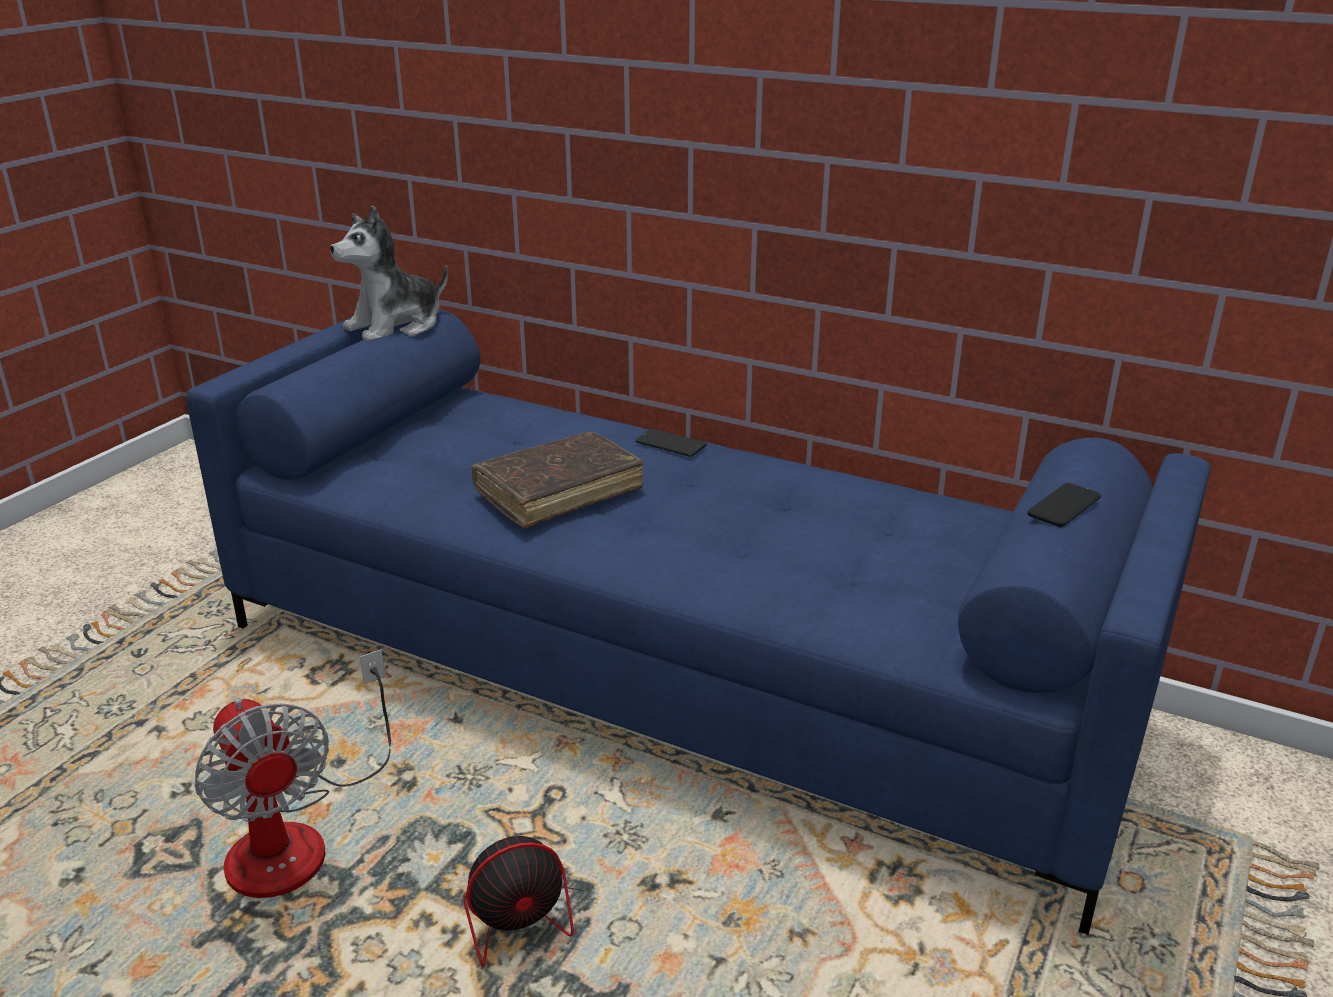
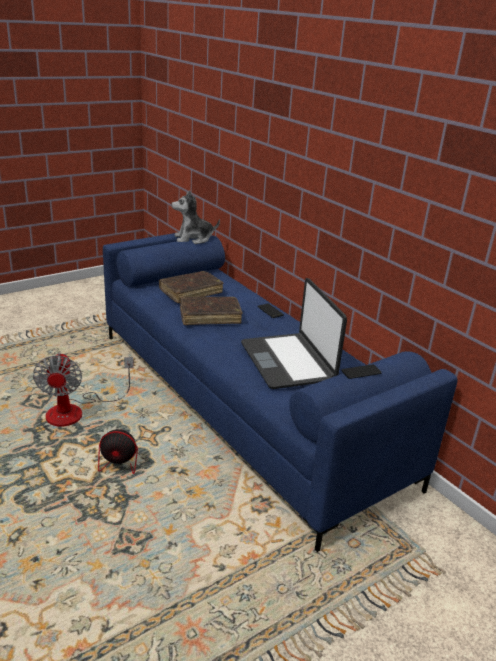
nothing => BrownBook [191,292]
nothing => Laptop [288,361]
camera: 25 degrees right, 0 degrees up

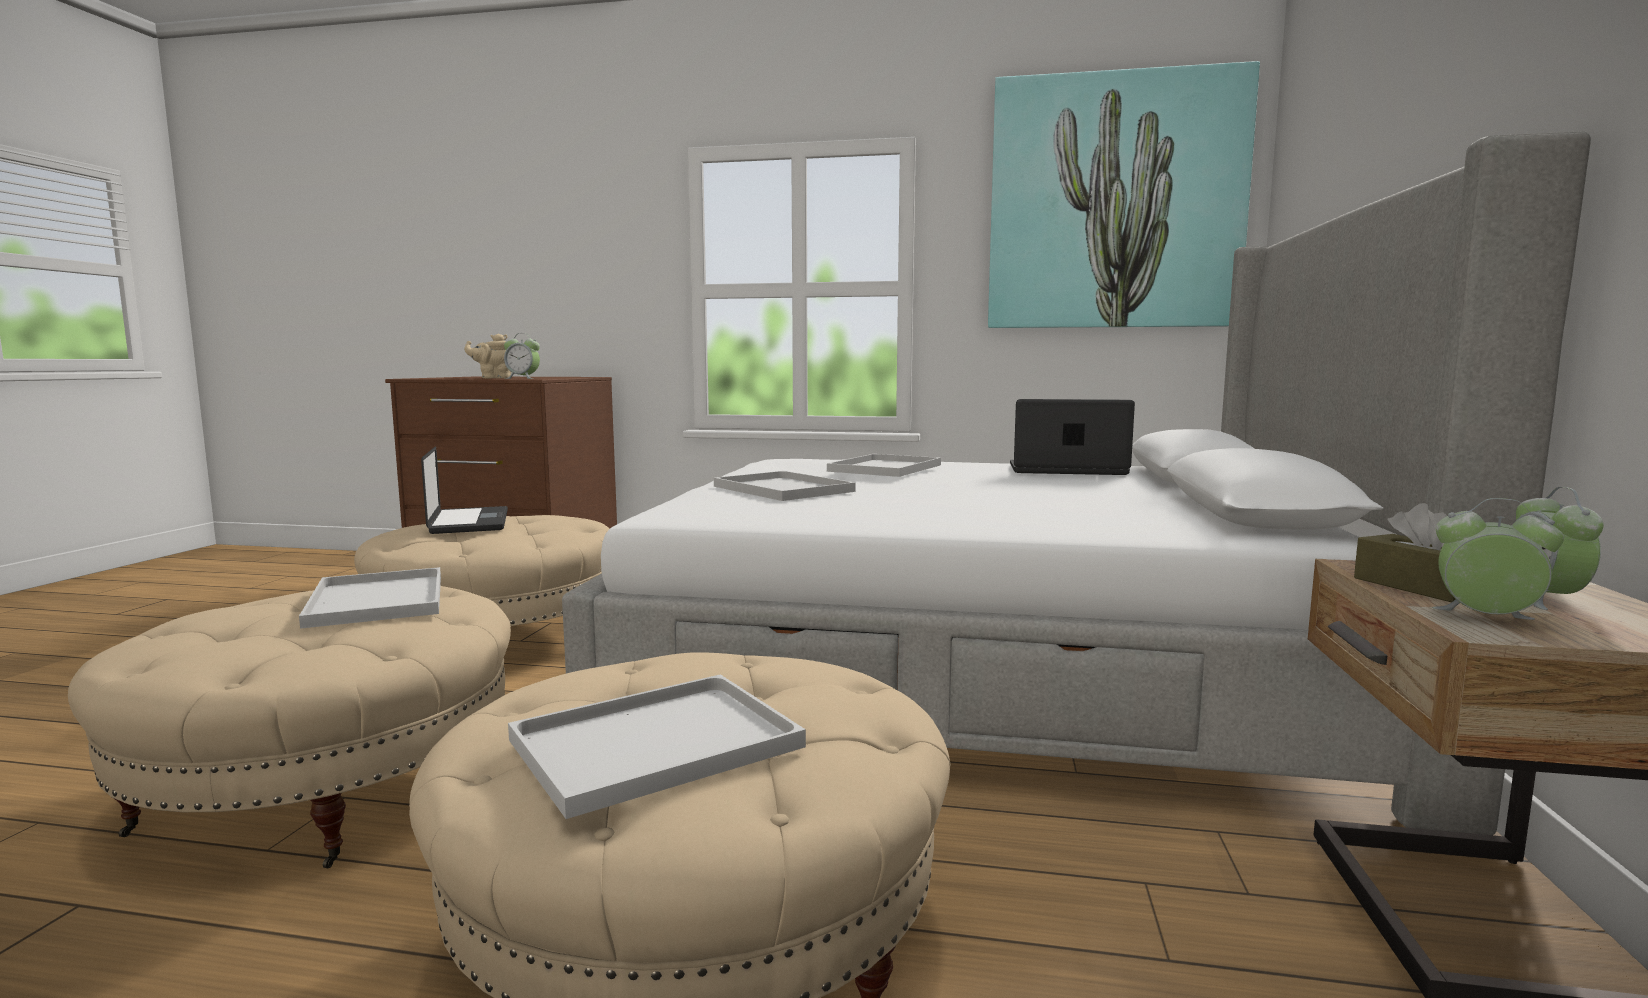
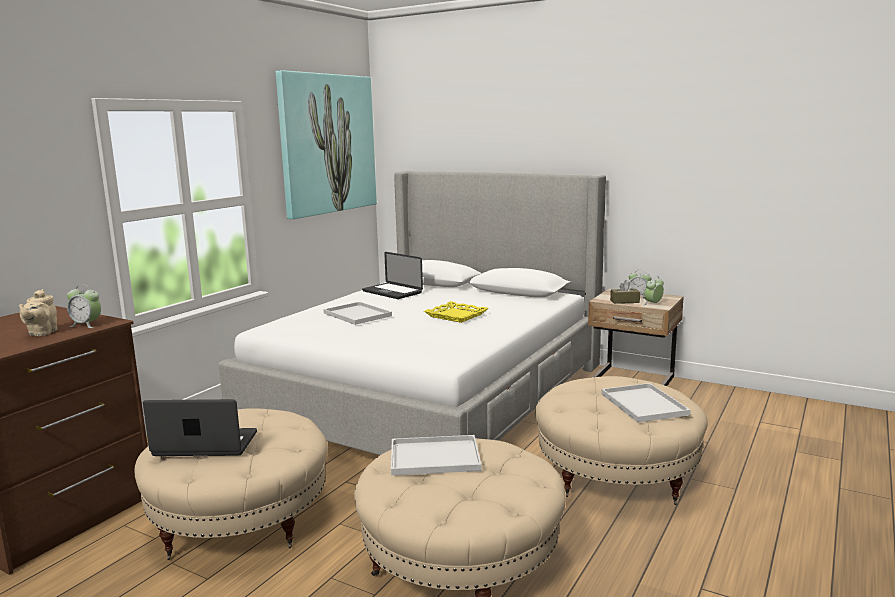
AlarmClock [523,378] => AlarmClock [86,325], 75 degrees clockwise
Laptop [1067,470] => Laptop [392,292], 75 degrees counterclockwise
WhiteTray [785,489] => nothing
nothing => YellowTray [456,315]
camera: 70 degrees left, 5 degrees up

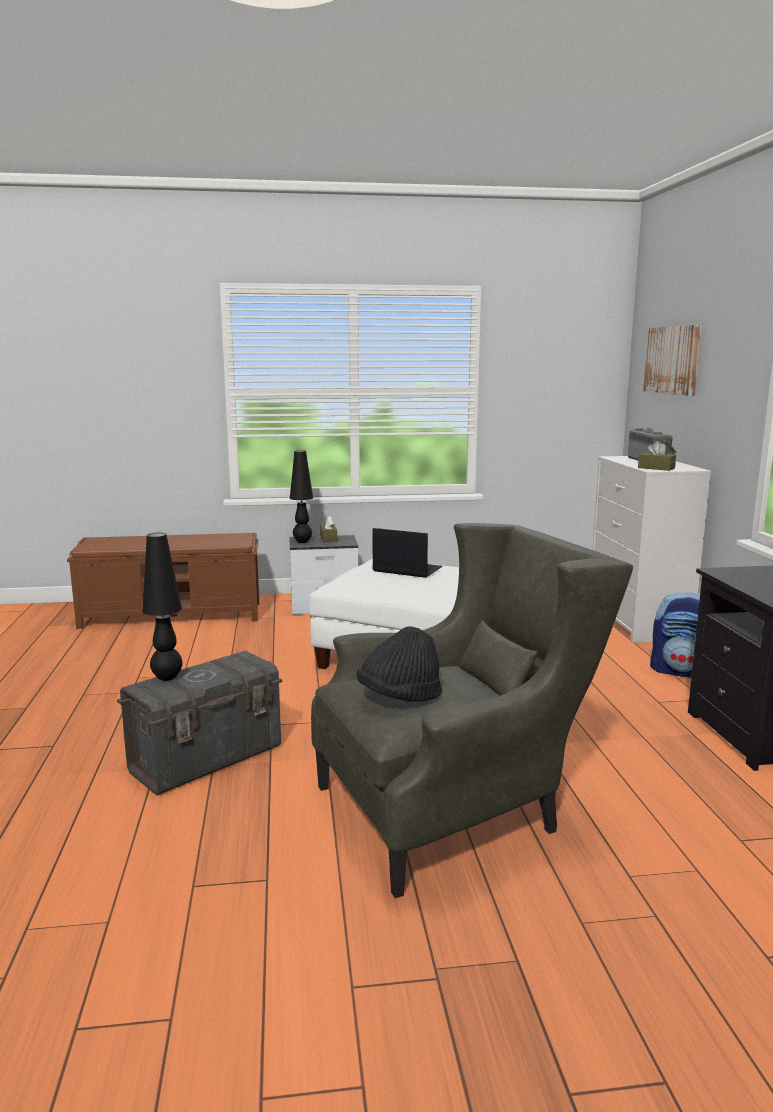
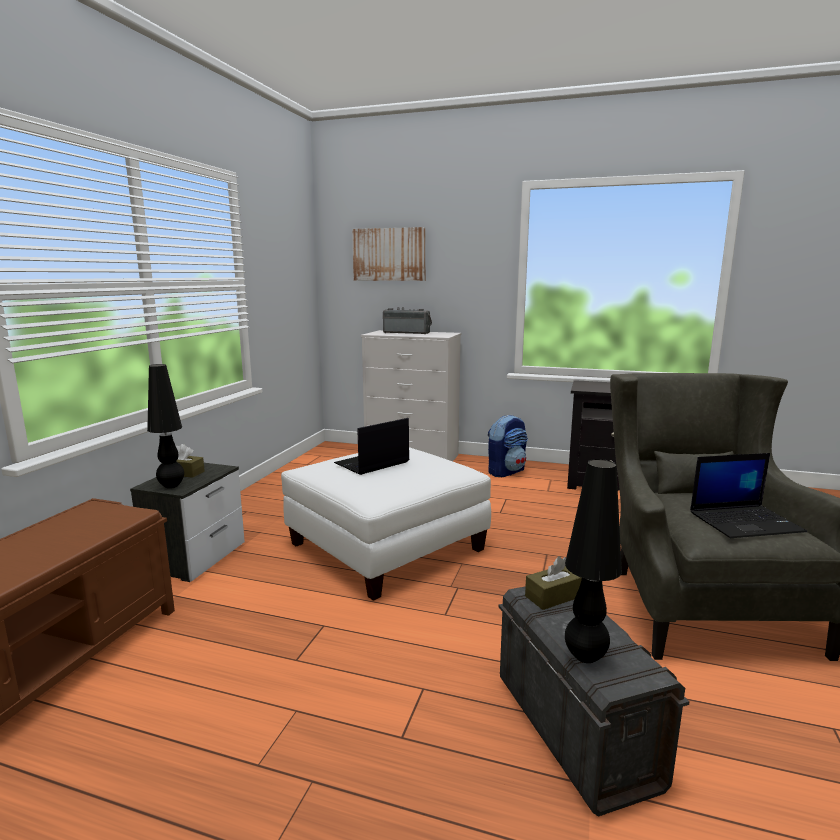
BrownTissueBox [656,468] => BrownTissueBox [554,596], moved
BlackHat [399,697] => Laptop [745,522]
camera: 65 degrees left, 0 degrees up

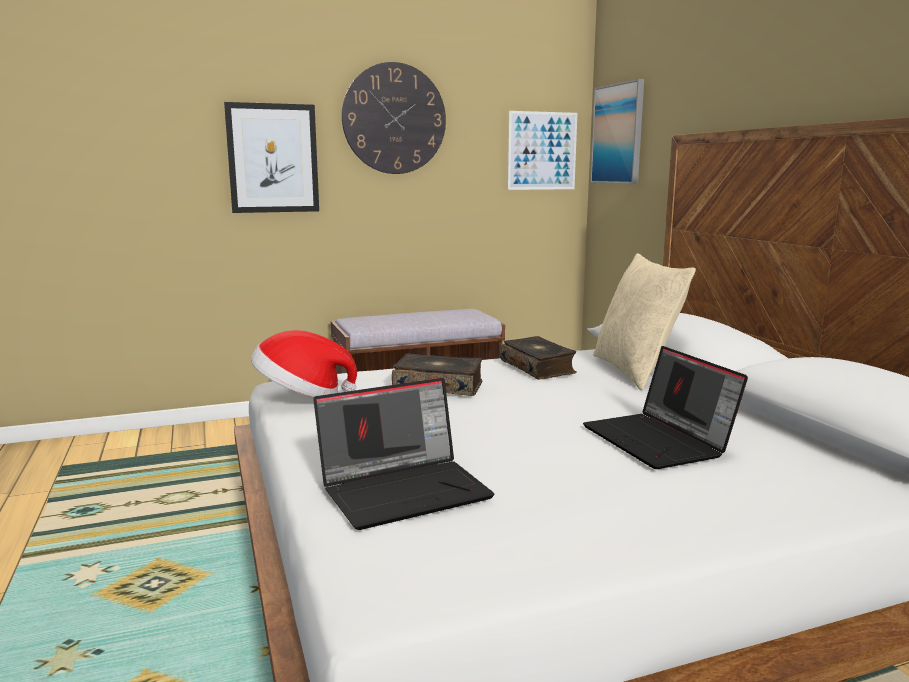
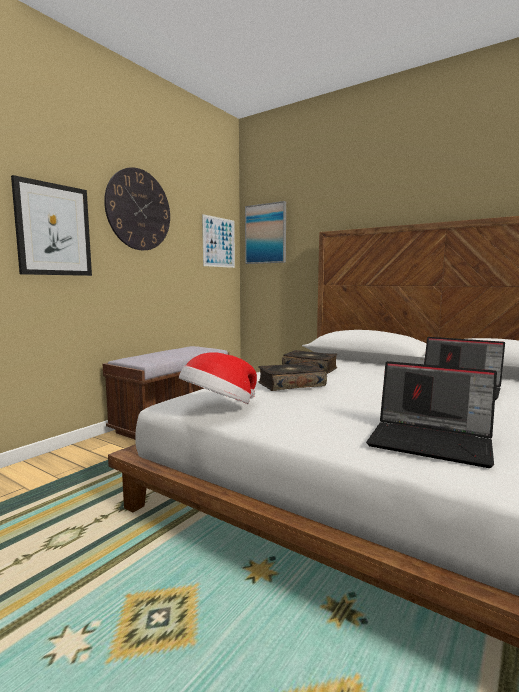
BeigePillow [635,371] => nothing
Laptop [405,490] => Laptop [432,441], 90 degrees clockwise
camera: 35 degrees left, 5 degrees down

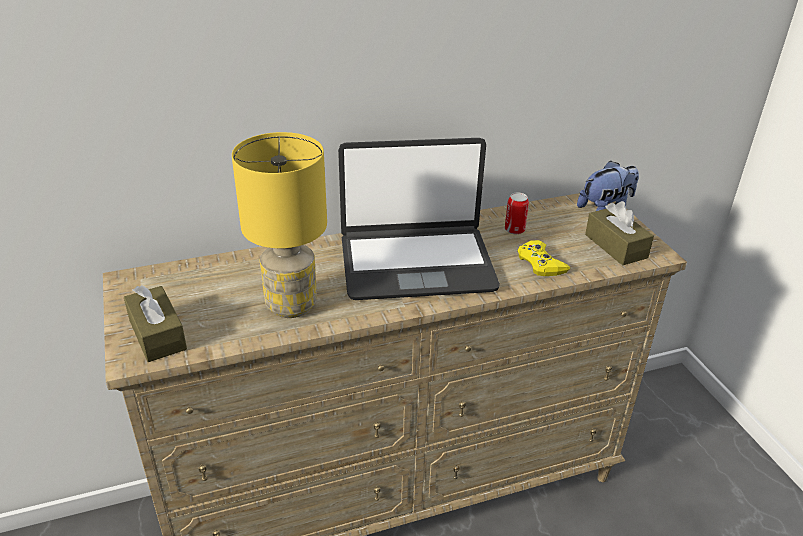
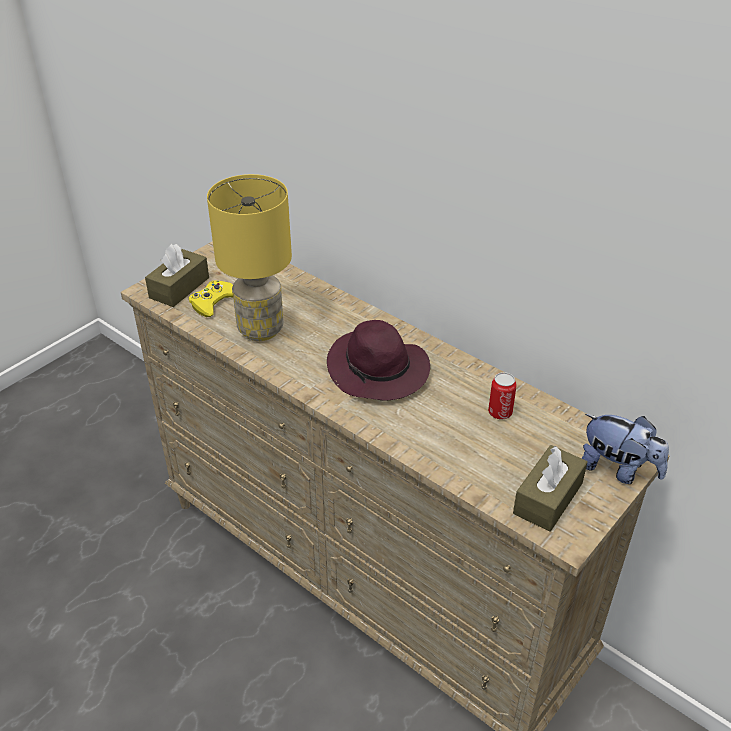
Laptop [416,263] => PurpleHat [379,370]
YellowGameController [540,263] => YellowGameController [213,302], moved
camera: 60 degrees right, 5 degrees up

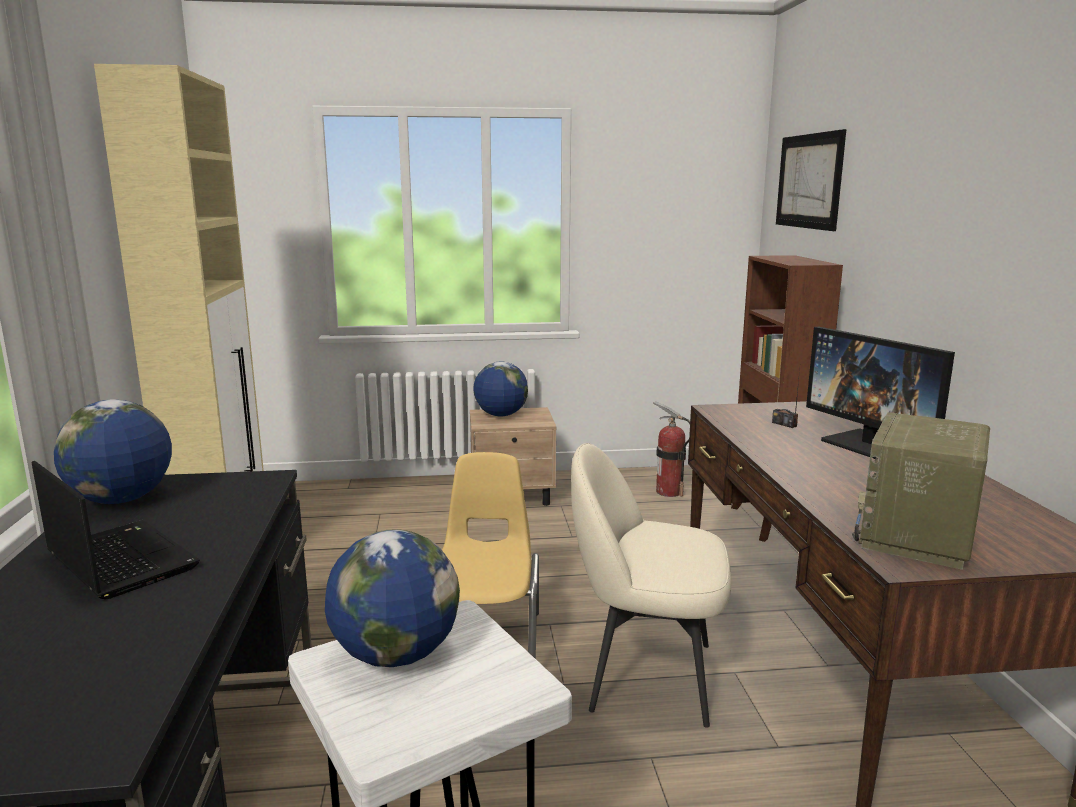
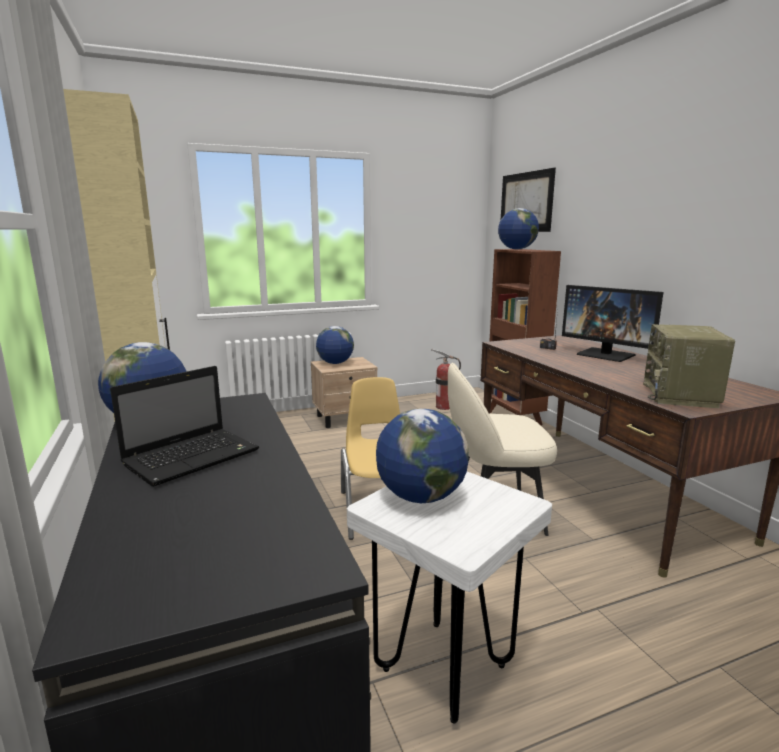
Laptop [119,560] => Laptop [194,457], 105 degrees clockwise
nothing => Globe [516,249]
camera: 15 degrees left, 0 degrees up

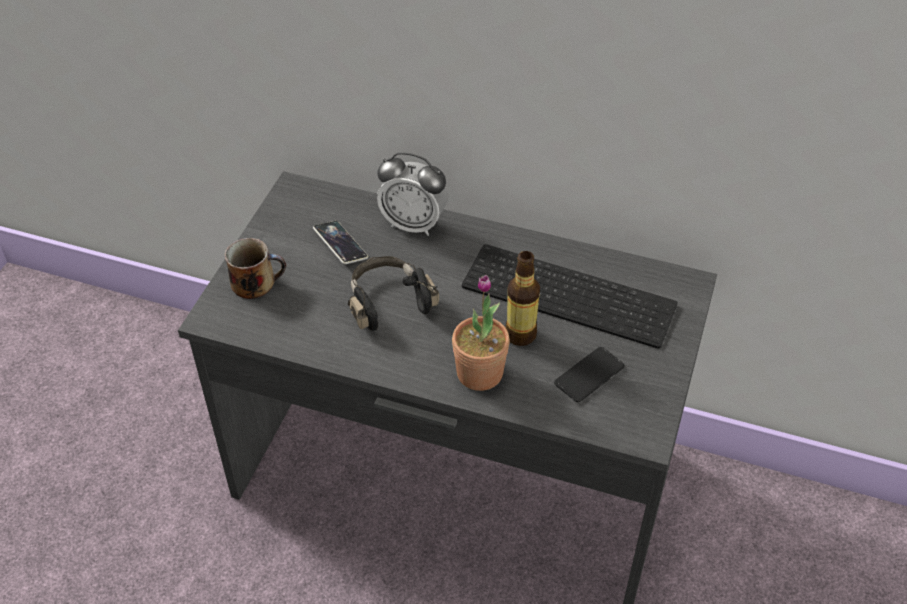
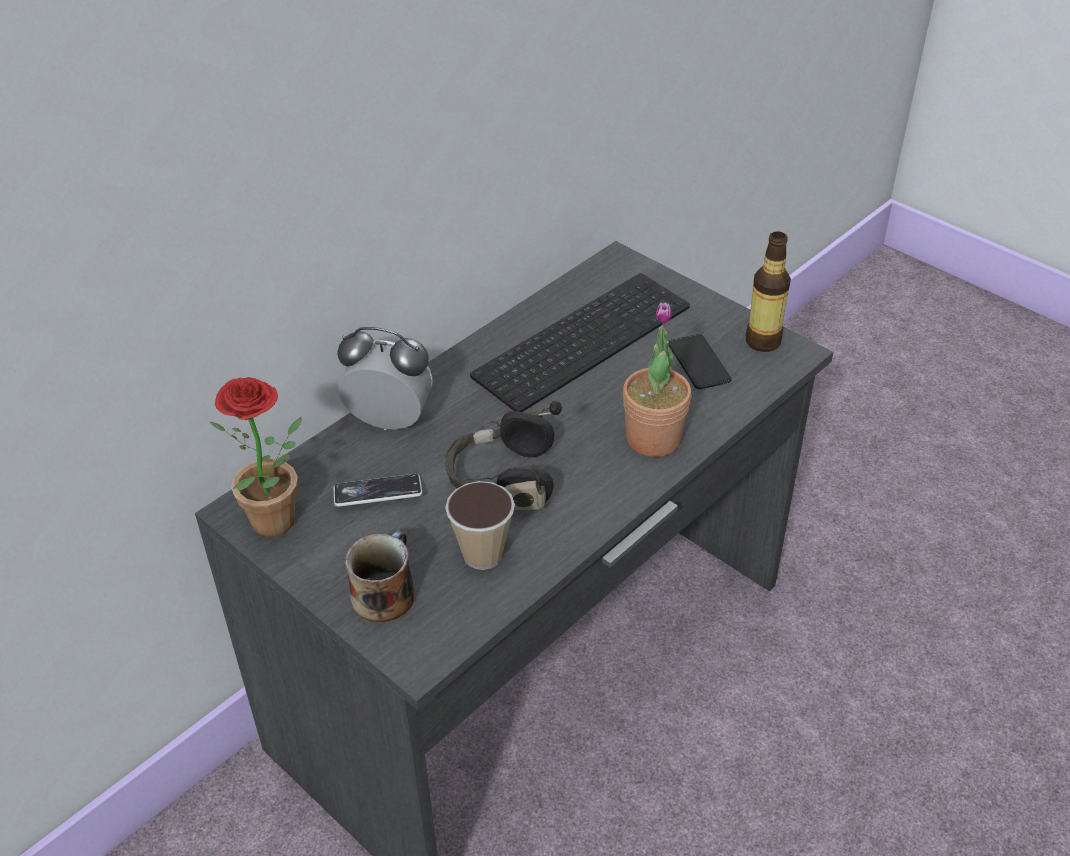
AlarmClock [413,224] => AlarmClock [390,421], 120 degrees counterclockwise
Bottle [520,334] => Bottle [762,341], moved
nothing => PottedPlant [279,526]
nothing => Cup [482,555]
camera: 65 degrees left, 5 degrees down

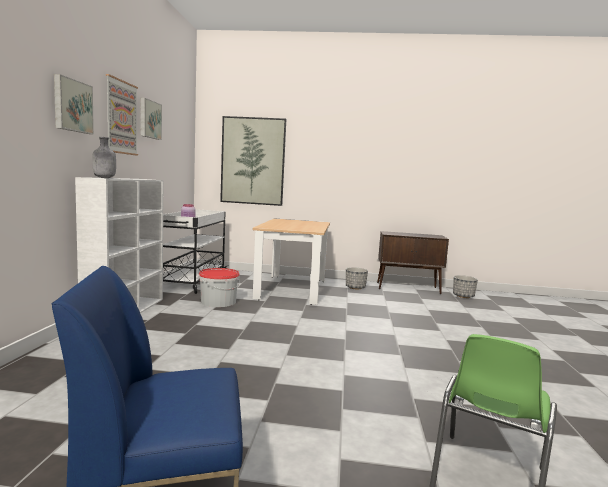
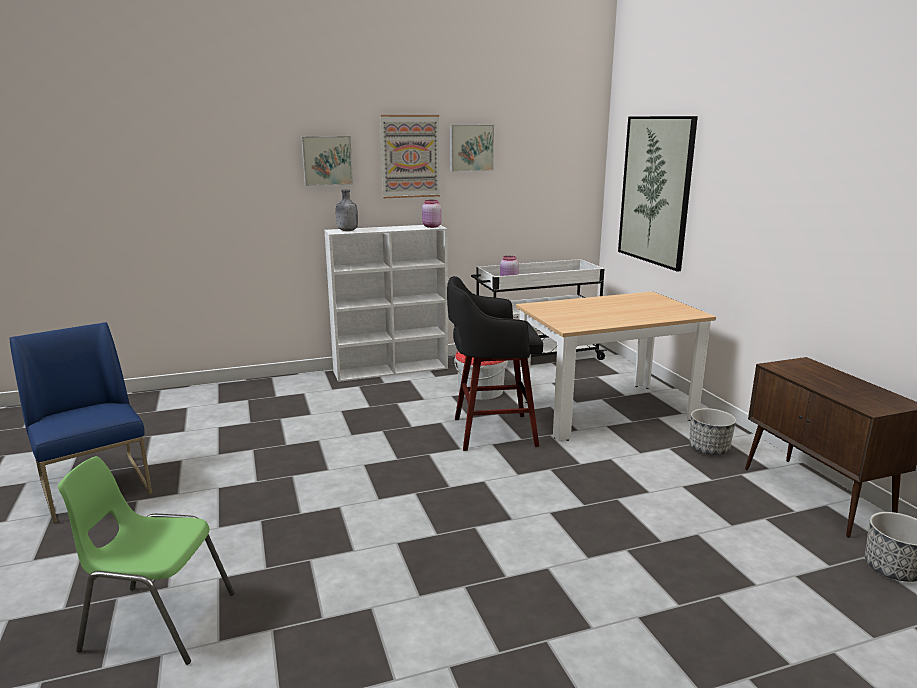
nothing => PinkJar [431,226]
nothing => BlackStool [491,432]
camera: 65 degrees right, 10 degrees up

